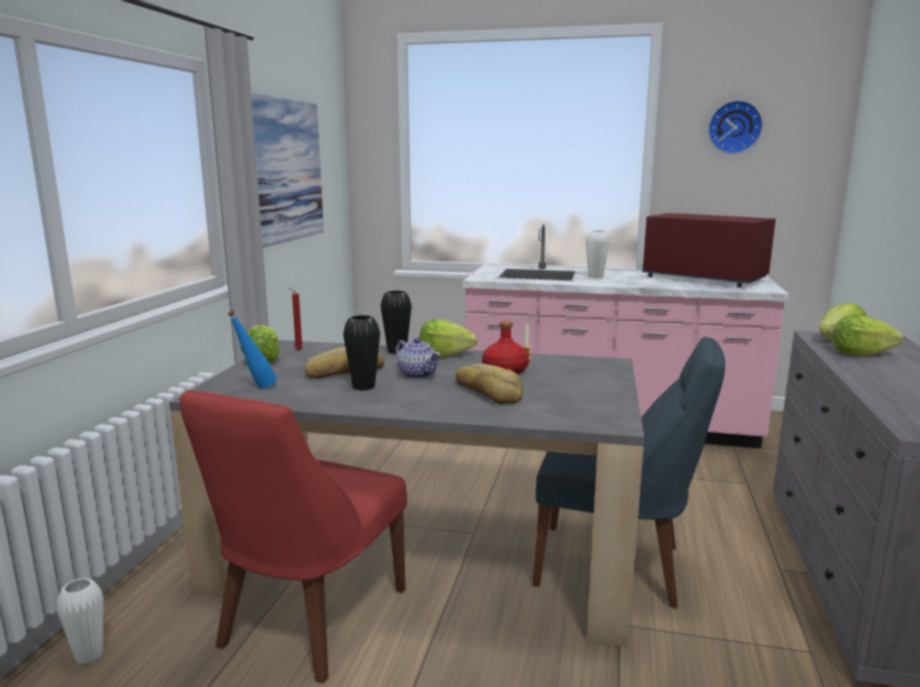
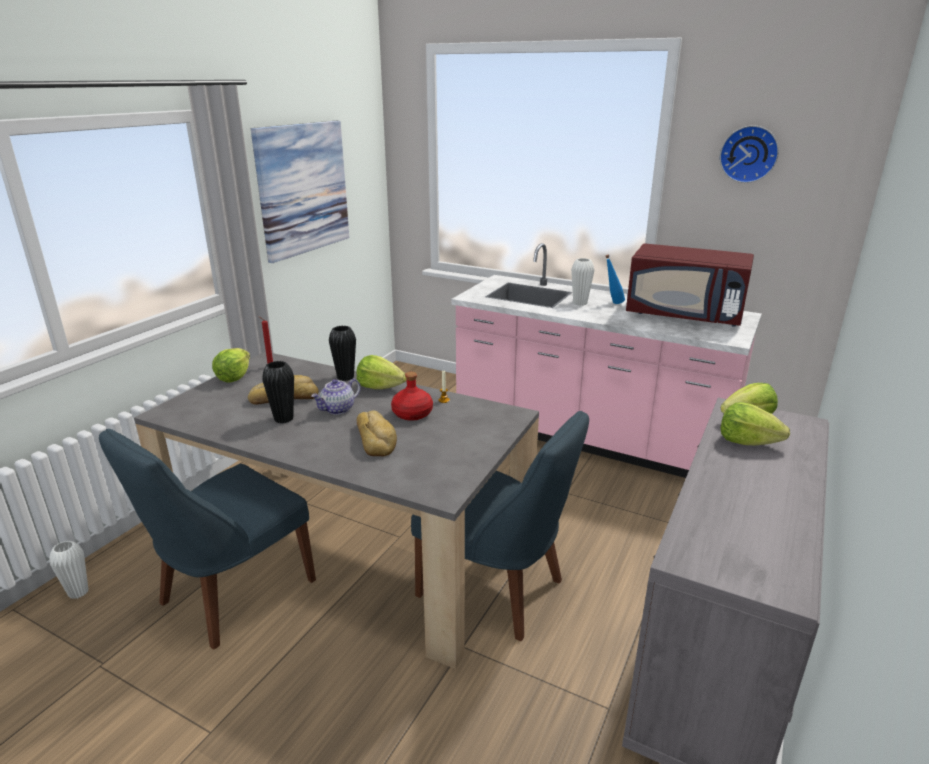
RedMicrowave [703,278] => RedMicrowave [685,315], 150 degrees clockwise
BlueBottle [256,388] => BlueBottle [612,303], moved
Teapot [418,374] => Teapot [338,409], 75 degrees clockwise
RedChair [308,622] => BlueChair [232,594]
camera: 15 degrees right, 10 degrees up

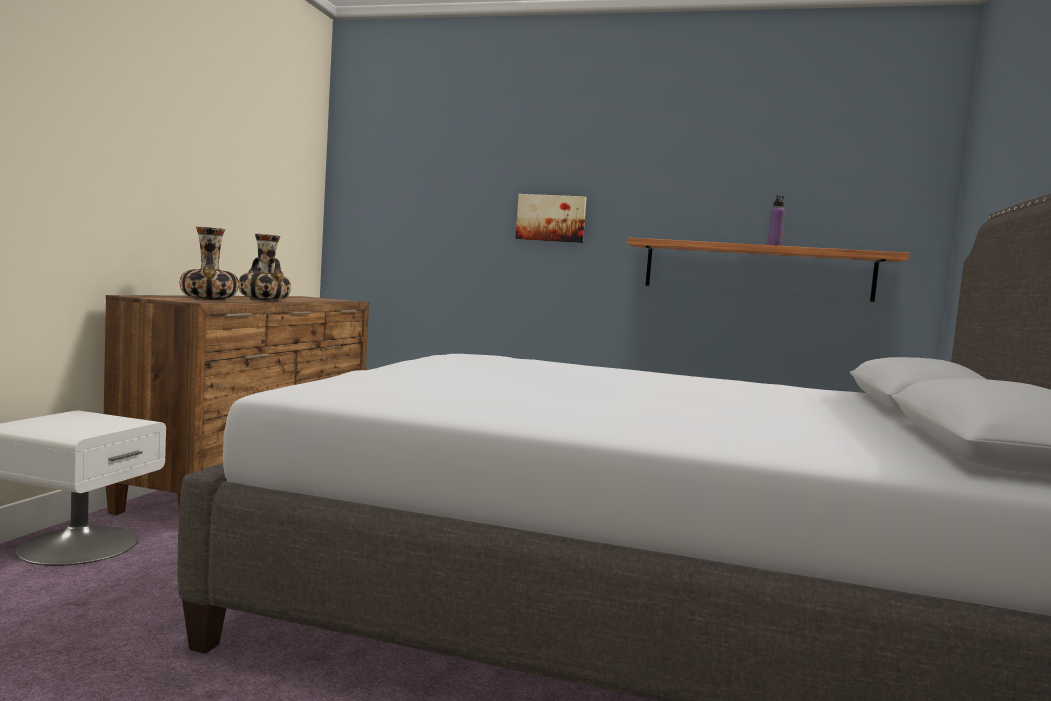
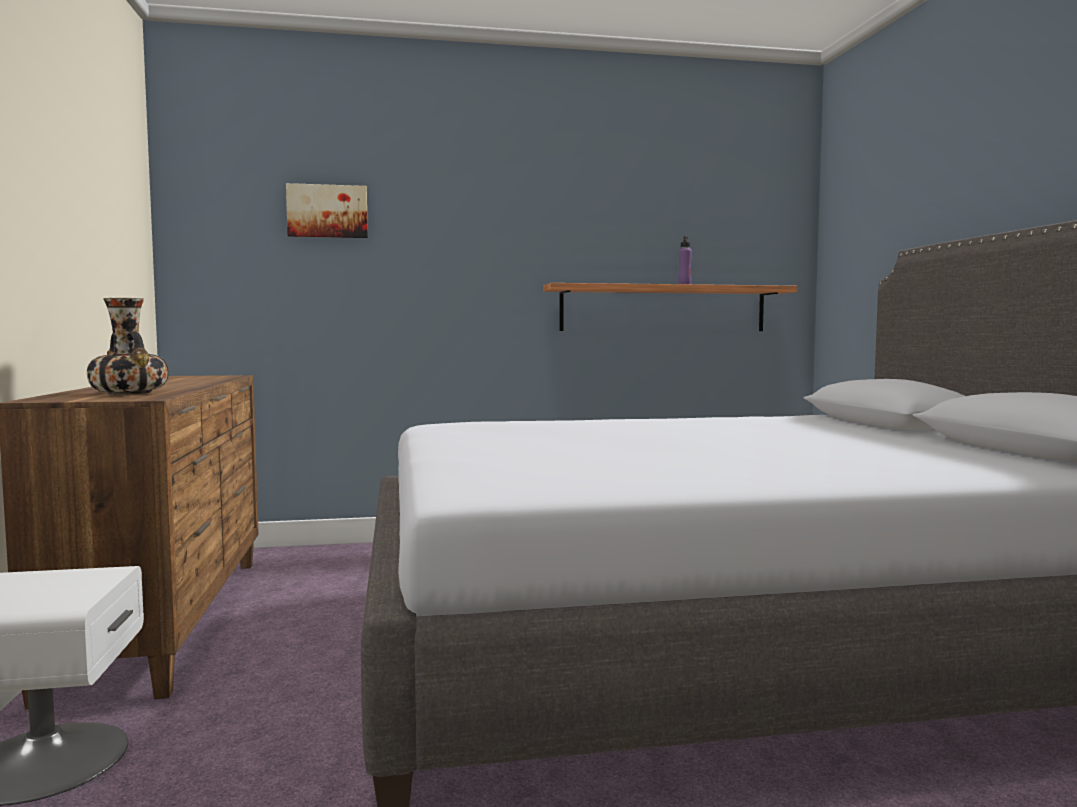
Picture [551,218] => Picture [327,211], moved
Vase [263,300] => nothing
camera: 25 degrees left, 0 degrees up

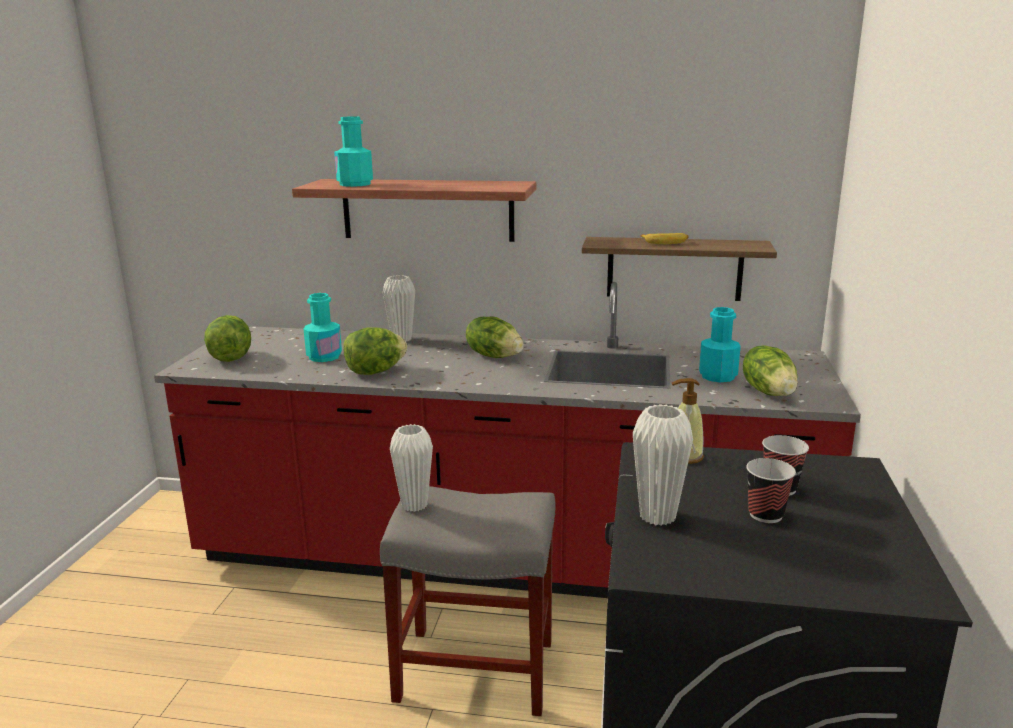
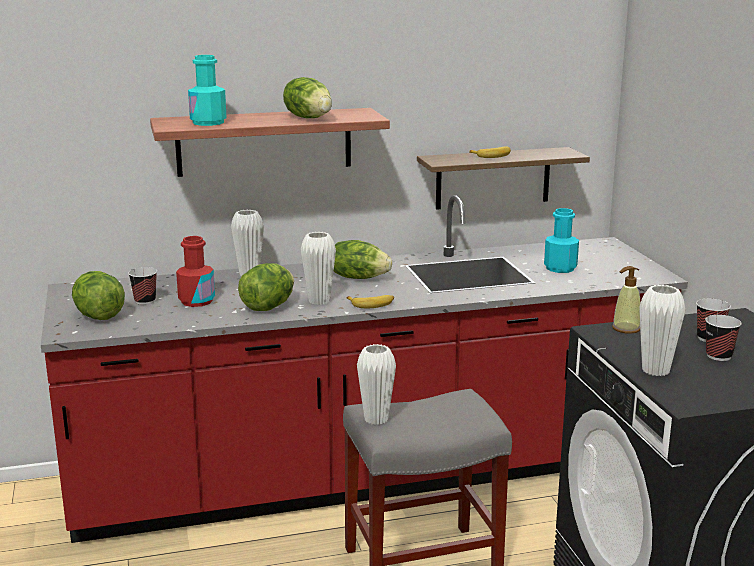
TurquoiseBottle [324,357] => RedBottle [196,301]
Lettuce [769,392] => Lettuce [309,118], moved
nothing => WhiteVase [319,301]
nothing => Cup [145,301]
nothing => Banana [372,304]
camera: 25 degrees left, 0 degrees up

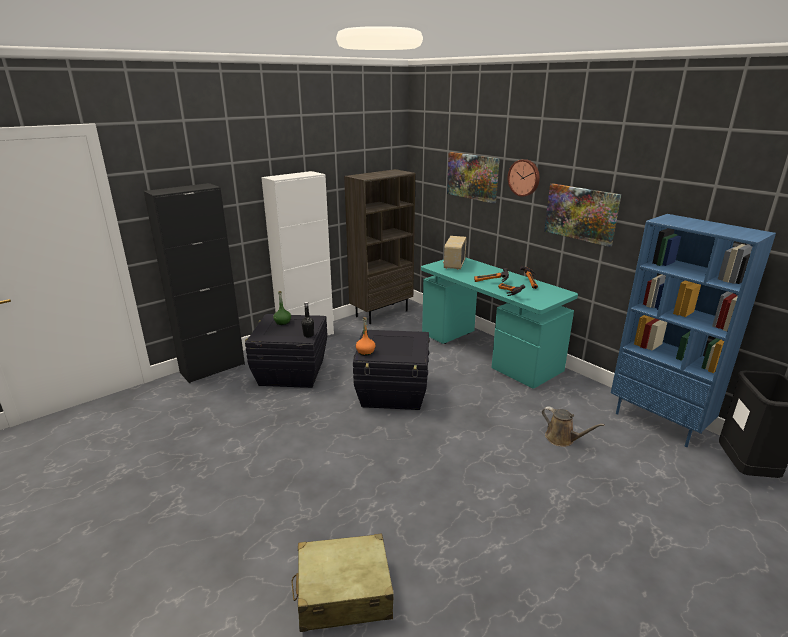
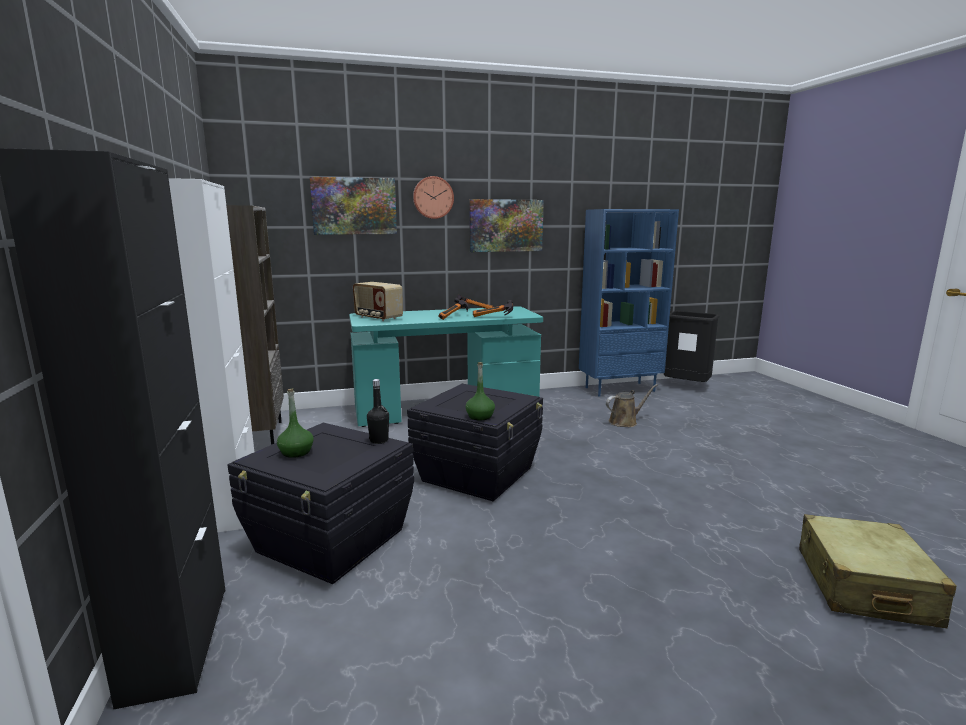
OrangeBottle [365,352] => GreenBottle [480,416]
camera: 65 degrees left, 10 degrees down

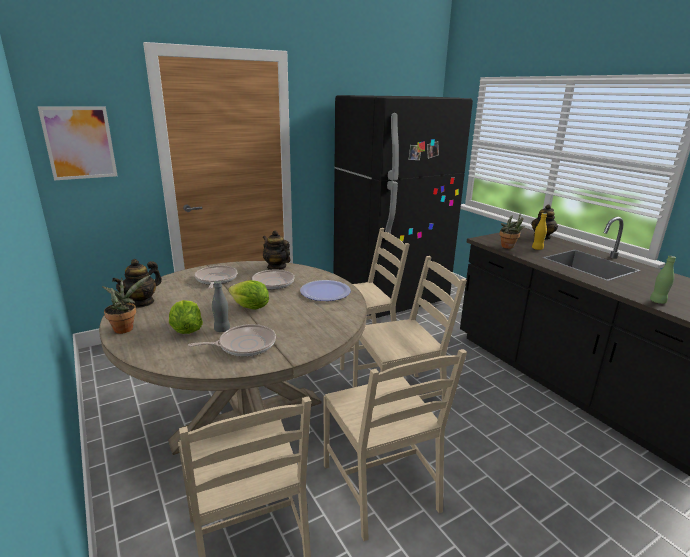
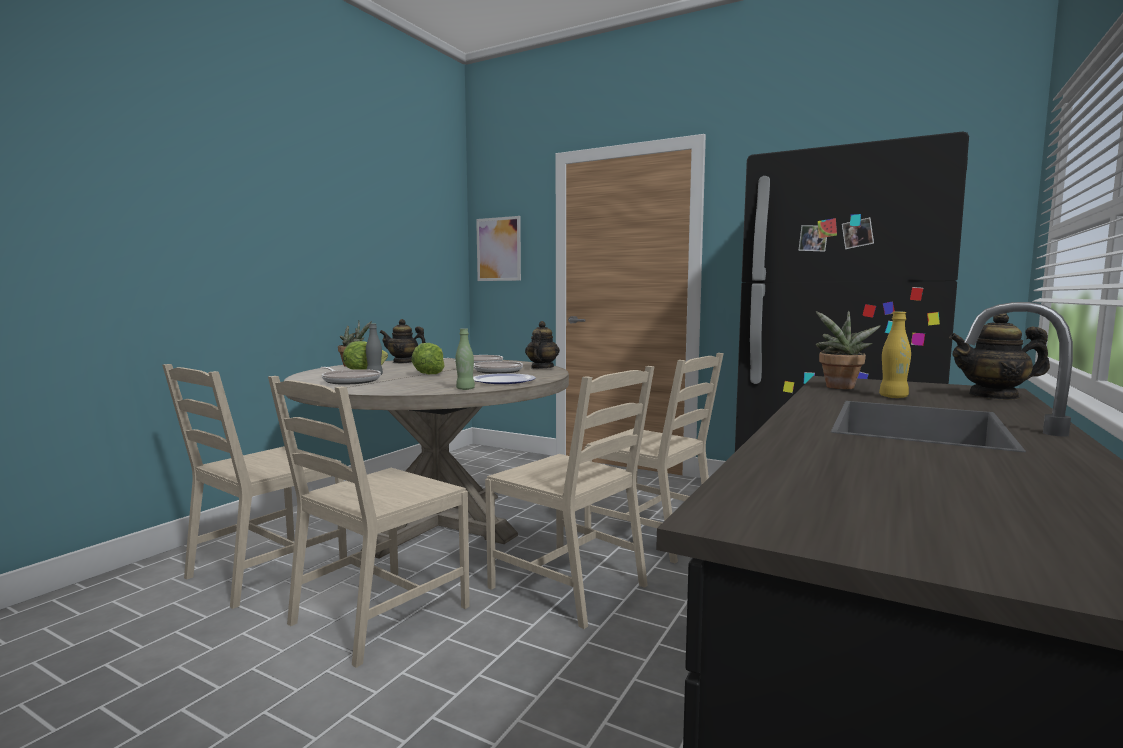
GreenBottle [657,301] => GreenBottle [465,389], moved
camera: 60 degrees right, 15 degrees down

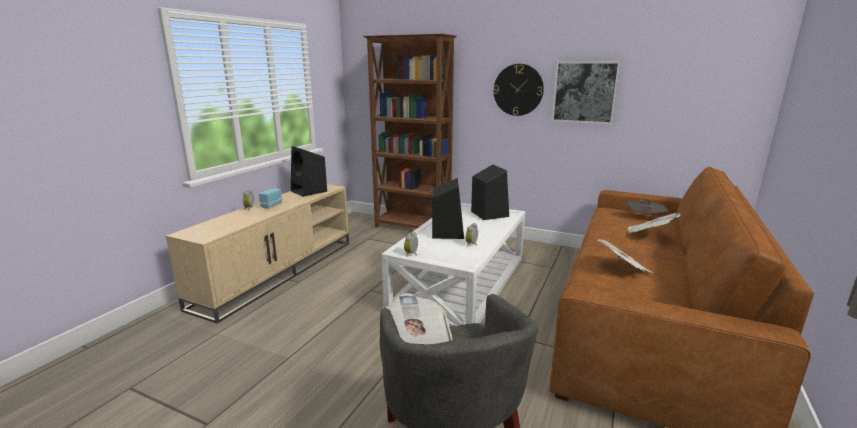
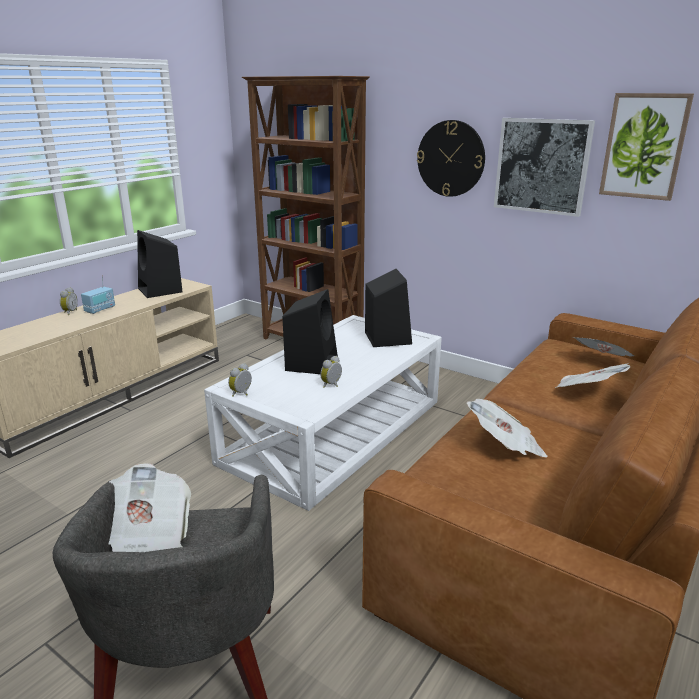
nothing => Picture [644,146]
camera: 10 degrees right, 5 degrees up

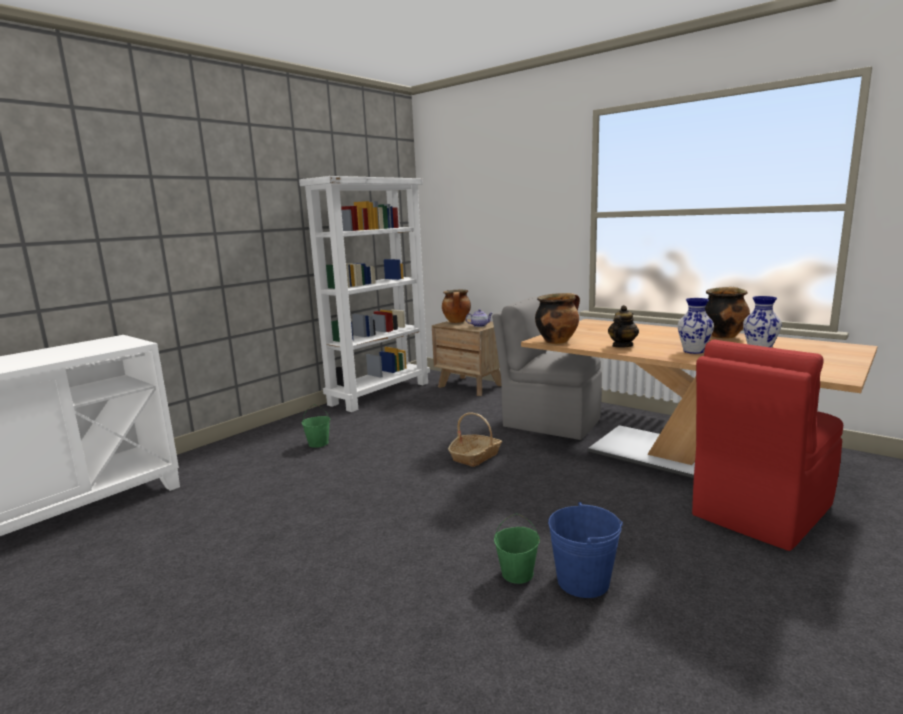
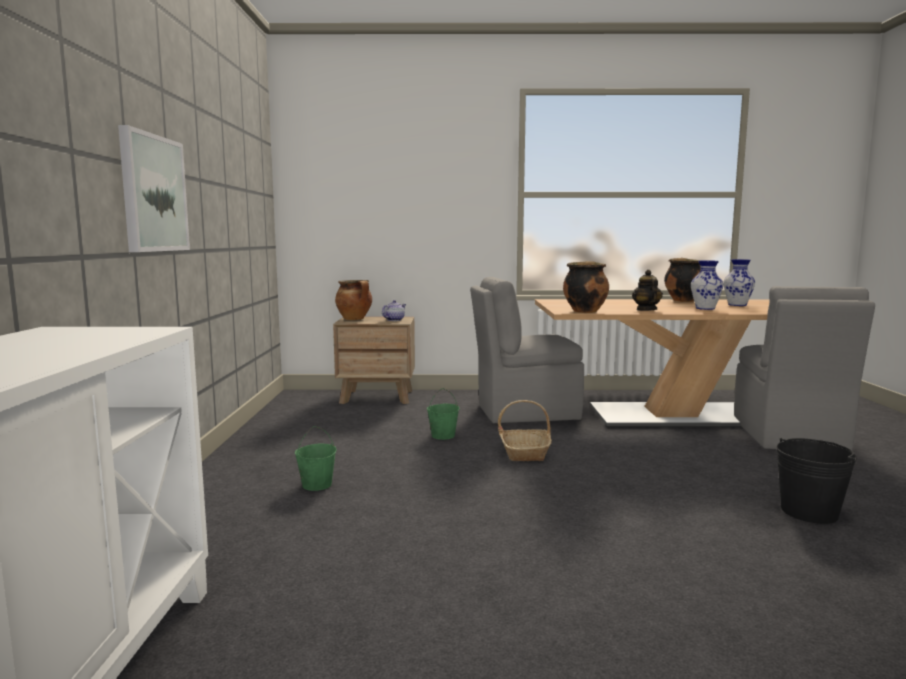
WhiteBookcase [380,393] => nothing
RedChair [759,512] => GreyChair [788,436]
BlueBucket [583,581] => BlackBucket [809,512]
GreenBucket [517,573] => GreenBucket [443,436], moved
nothing => Picture [153,194]
camera: 40 degrees left, 5 degrees down

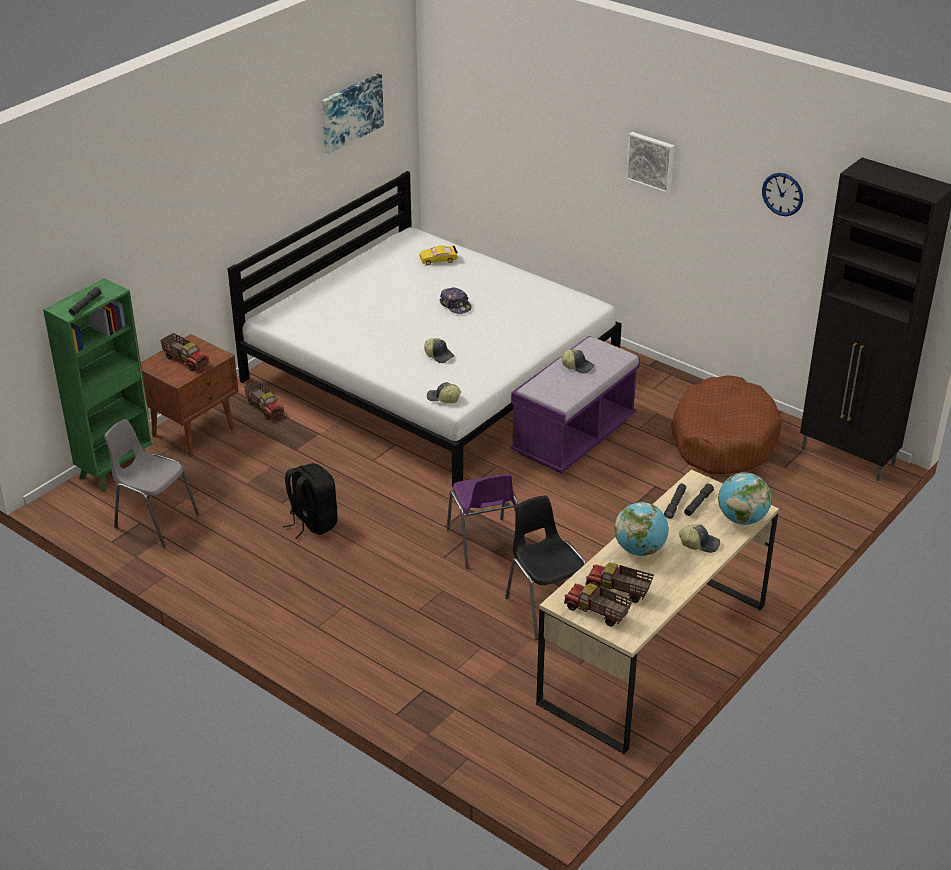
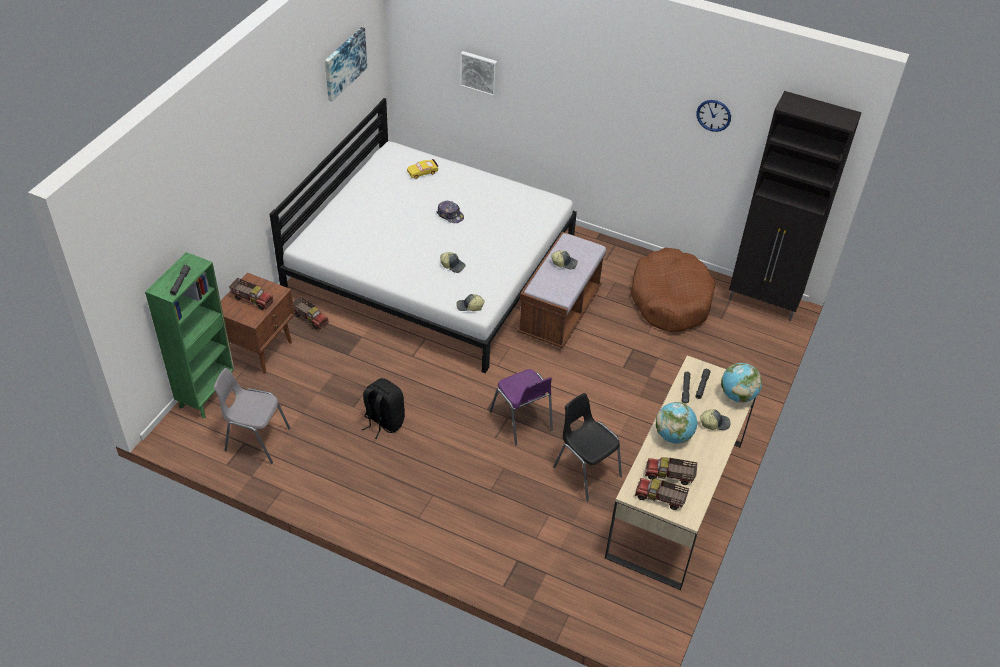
Picture [651,161] => Picture [479,72], moved
PurpleBench [573,437] => BrownBench [559,312]
camera: 15 degrees left, 10 degrees up

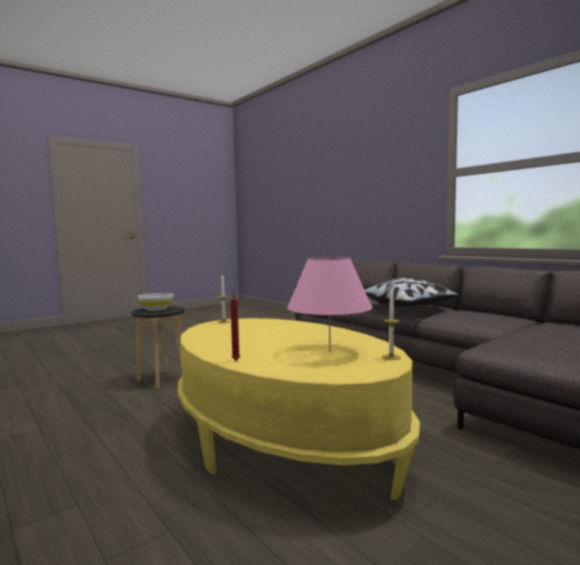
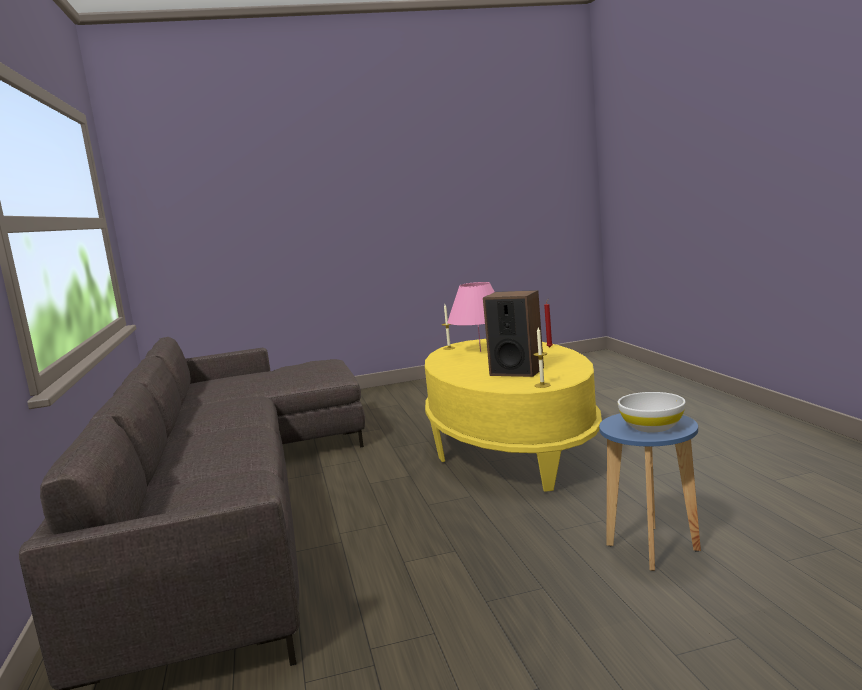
Pillow [409,306] => nothing
BlackStool [161,380] => BlueStool [653,548]
nothing => Speaker [516,371]
camera: 155 degrees left, 5 degrees up

